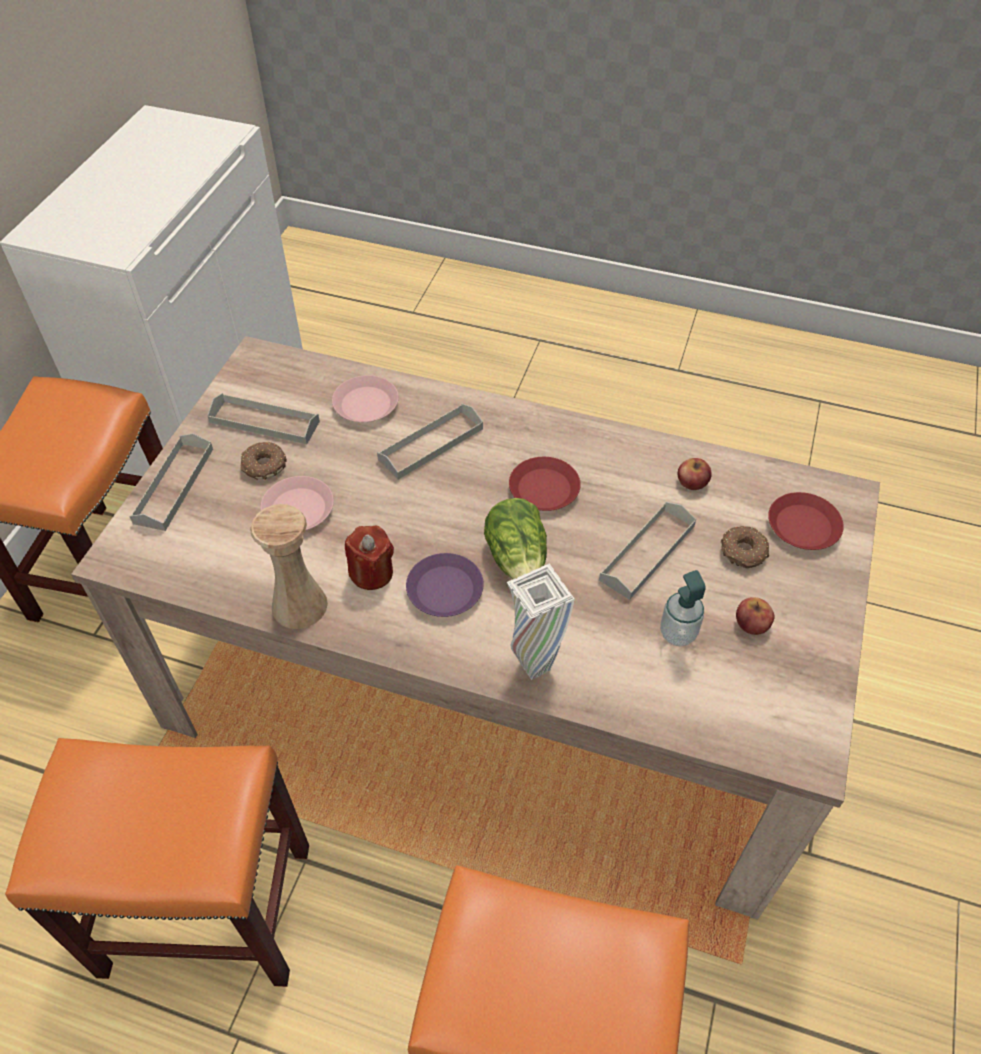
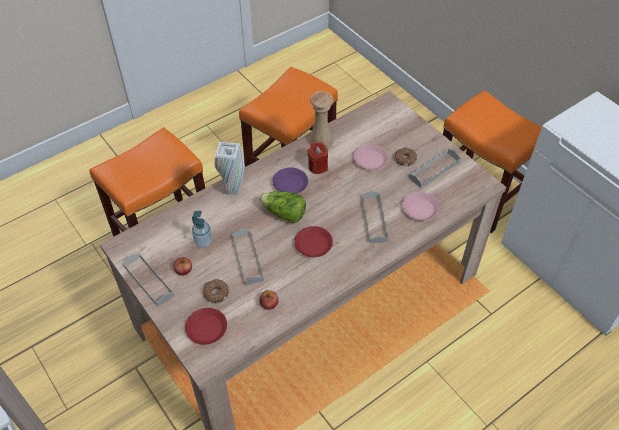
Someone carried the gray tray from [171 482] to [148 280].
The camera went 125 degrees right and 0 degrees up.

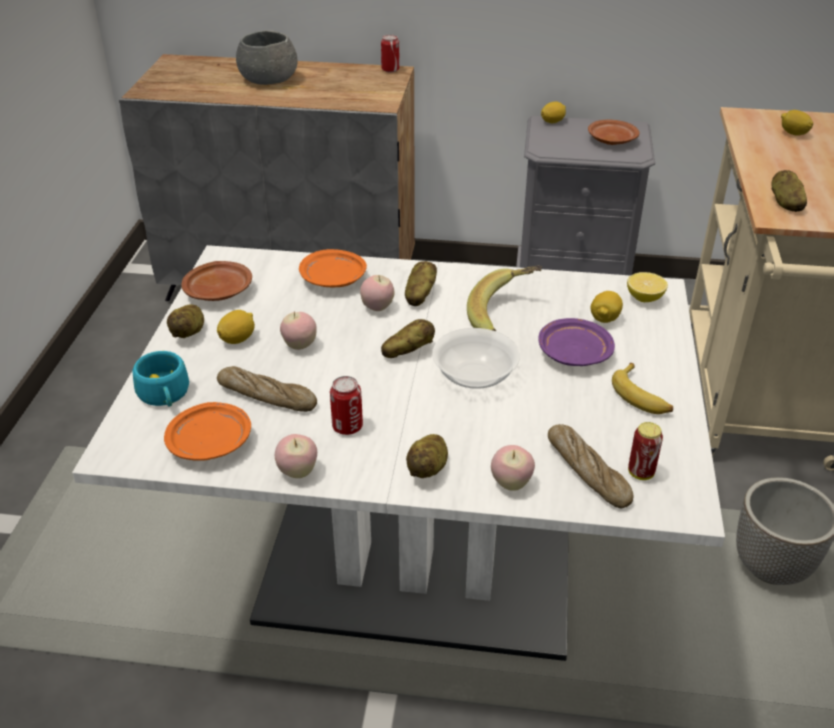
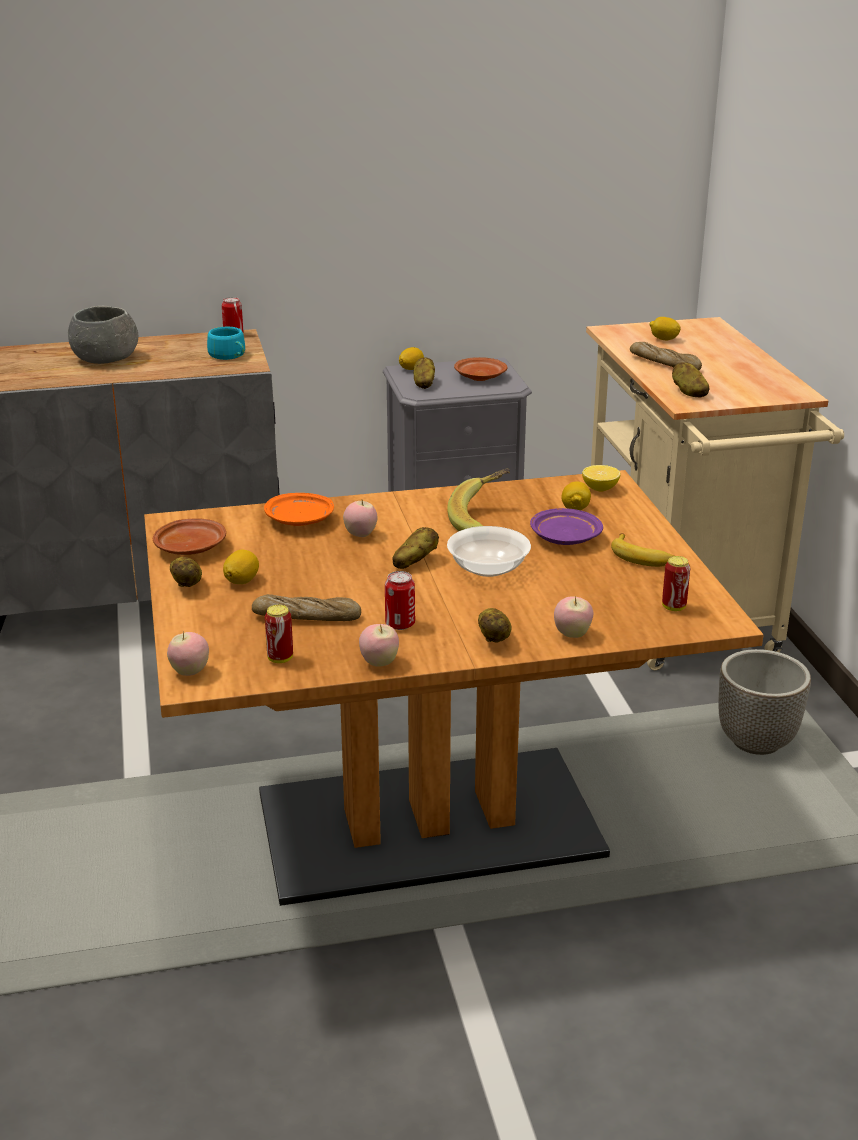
Someone repainted the white-coloured kitchen table at [398 453], which became the brown-coloured kitchen table at [454 688].
Someone carried the blue-green small cup from [160 379] to [226 343].
Someone swapped the orange plate at [207 431] for the metal can at [279 634].
Someone carried the whole apple from [298 331] to [188 653].
Someone carried the potato from [421 283] to [424 373].
Someone carried the bread from [590 466] to [666 356].
The camera went 20 degrees left and 10 degrees down.

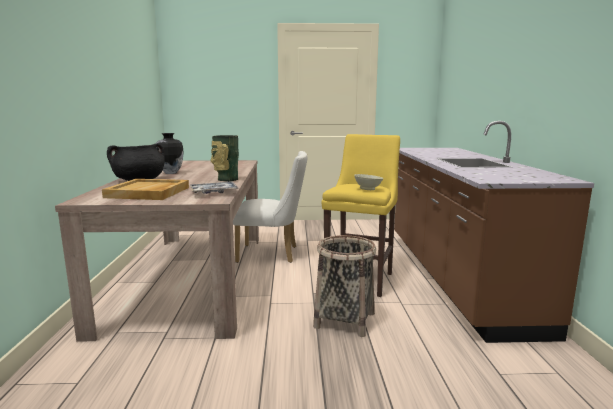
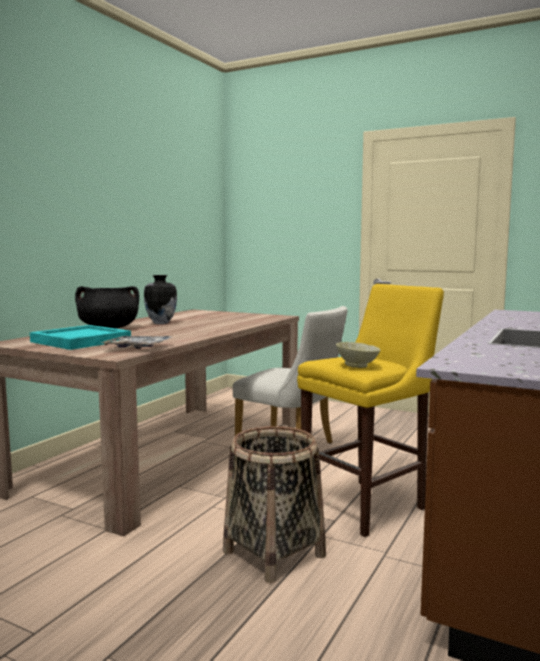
Someone repainted the beige-coloured tray at [145 189], which became the blue-green tray at [80 337].
Someone took away the decorative vase at [224 158].
The camera went 30 degrees right and 5 degrees down.

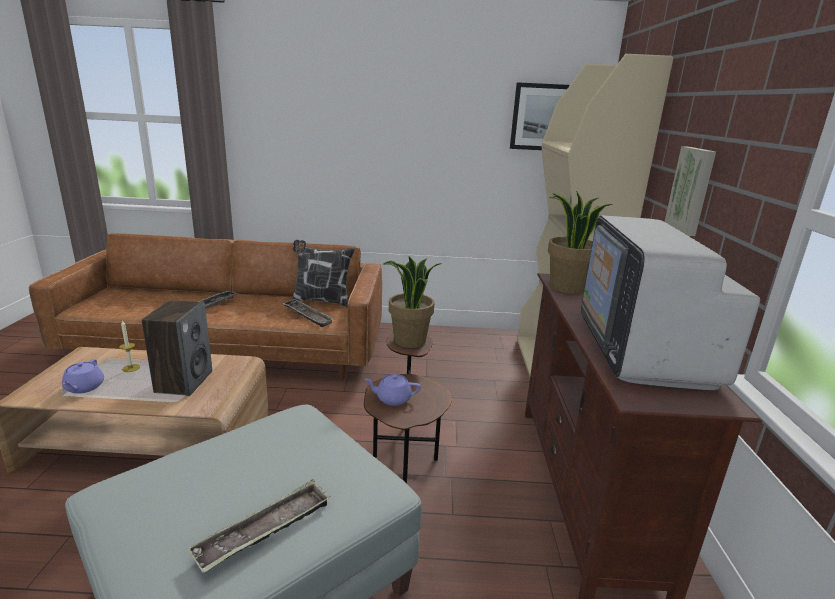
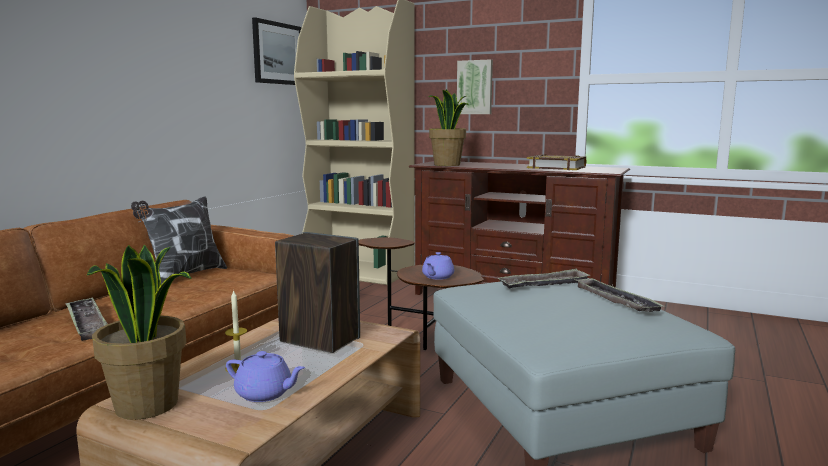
Someone carried the tray from [308 313] to [544 278].
Someone carried the potted plant from [412 302] to [139 332].
Someone swapped the TV at [670 302] for the volume at [556 162].
The camera went 65 degrees left and 10 degrees down.

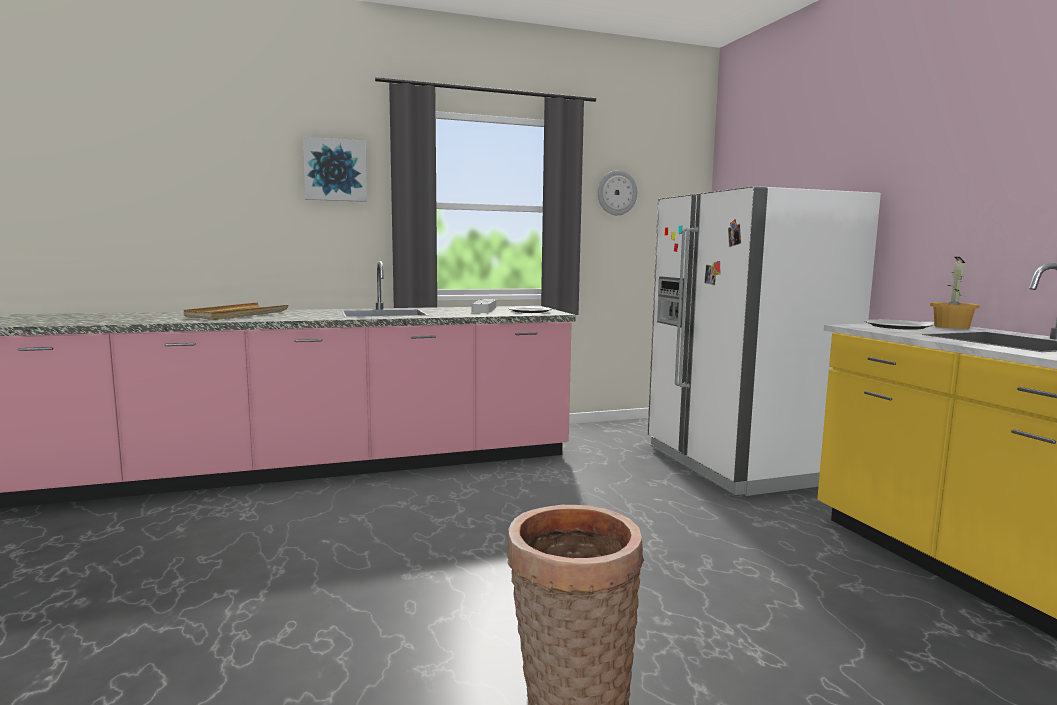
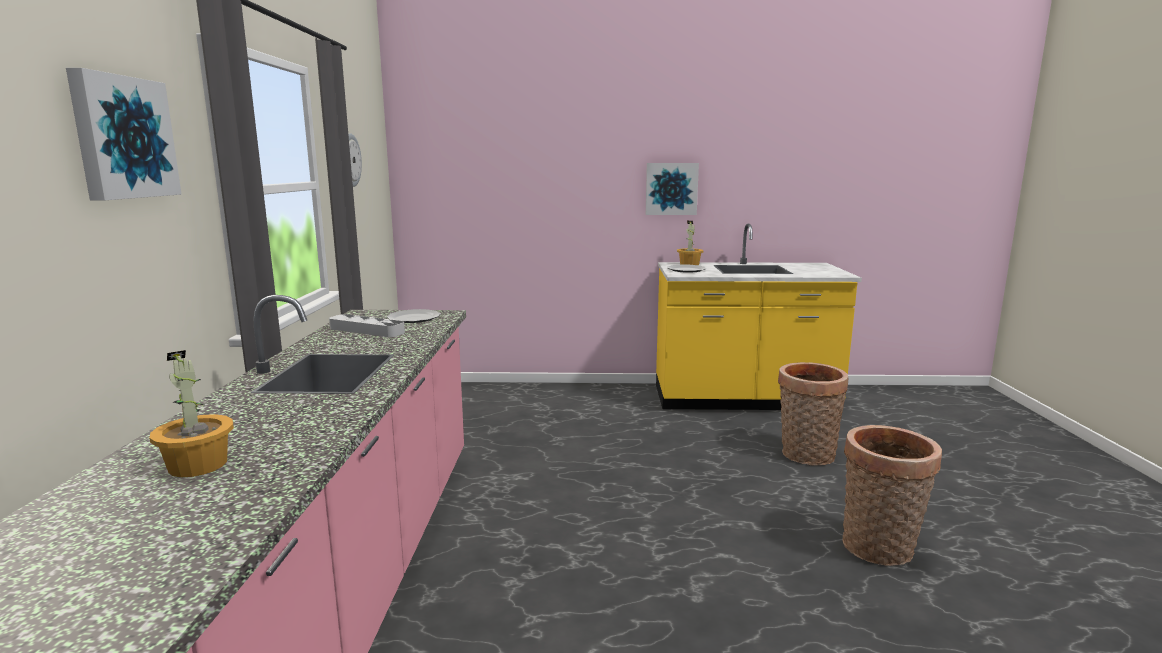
Someone swapped the beige-coloured tray at [236 311] for the potted plant at [192 413].
Someone took away the white-coloured kitchen fridge at [764 341].
Someone put up the wall picture at [672 189].
Someone put down the storage basket at [813 413].
The camera went 70 degrees left and 5 degrees up.

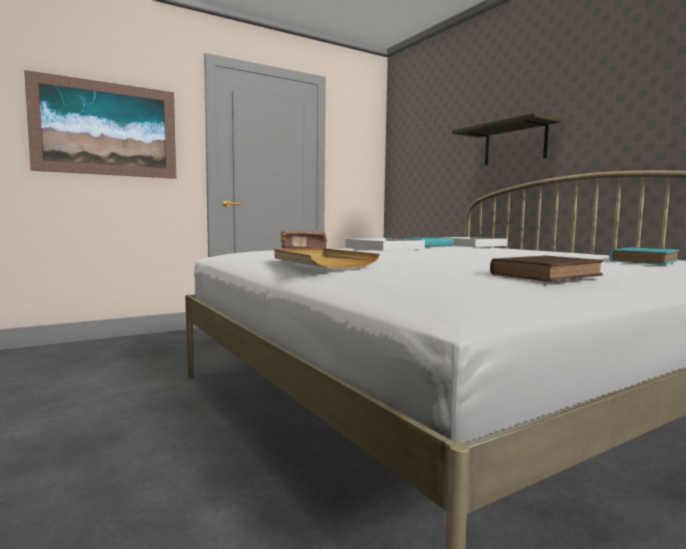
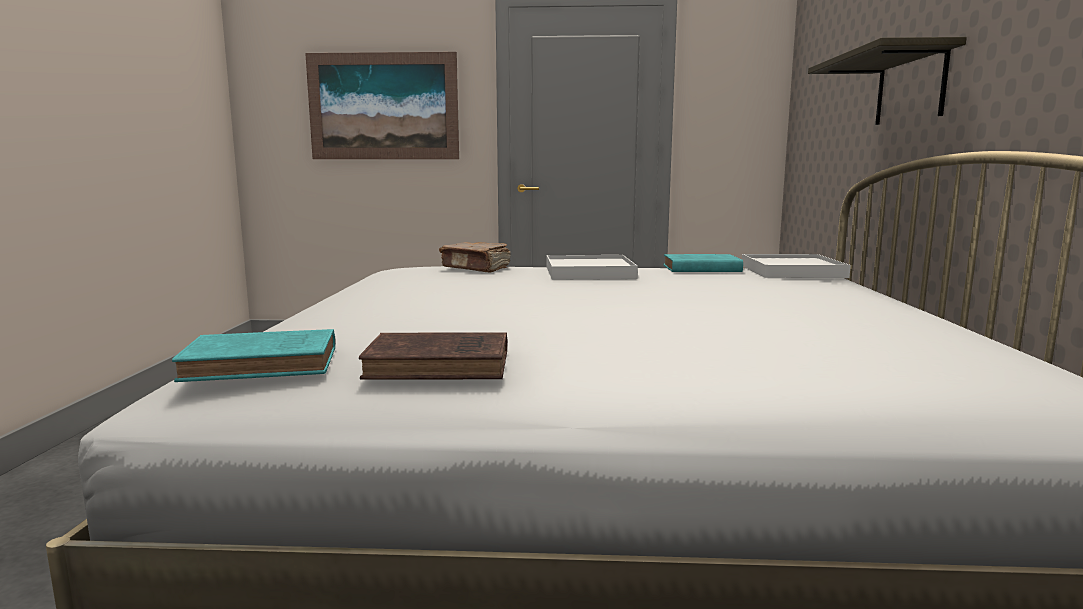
Someone took away the beige-coloured tray at [327 258].
Someone carried the blue-green volume from [644 256] to [253 355].
The camera went 35 degrees right and 5 degrees up.

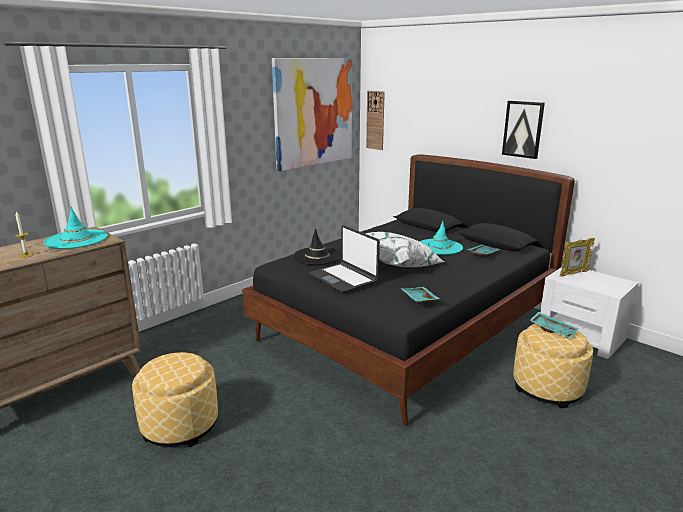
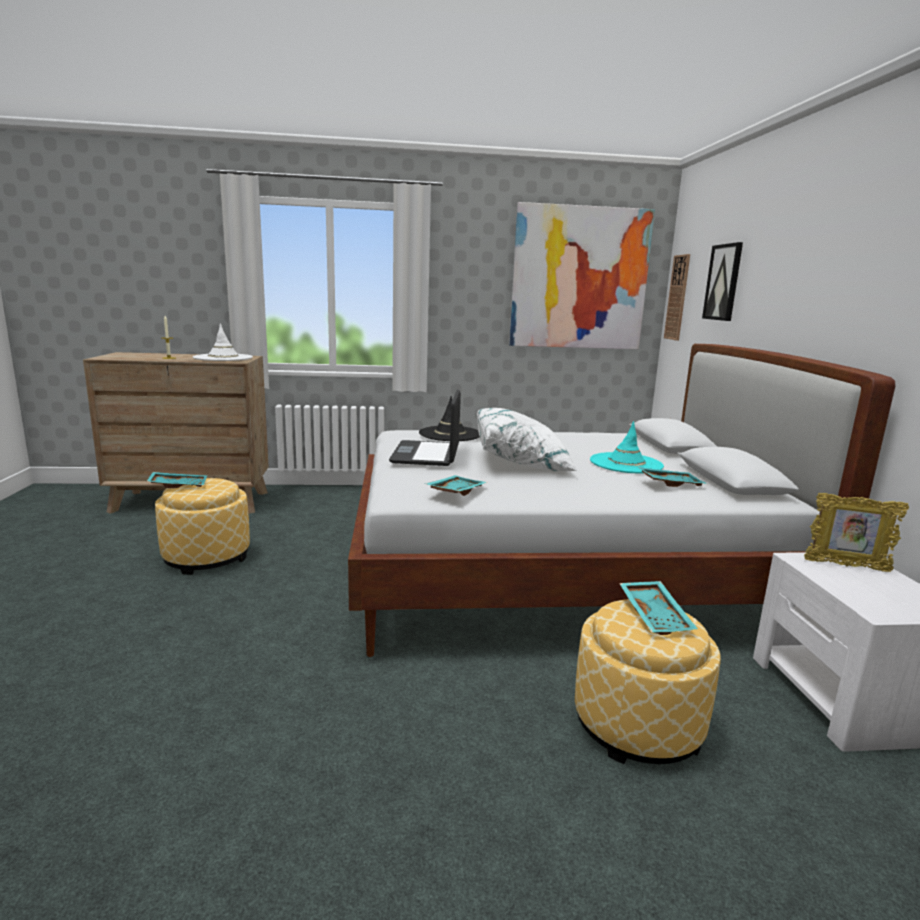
Someone repainted the blue-green hat at [75 227], which became the white-coloured hat at [223 342].
Someone repainted the black-coloured sleeping bed at [408 290], which became the white-coloured sleeping bed at [621 500].
Someone carried the wall picture from [523 130] to [722 281].
Someone put down the blue-green tray at [177 480].
The camera went 40 degrees right and 5 degrees down.

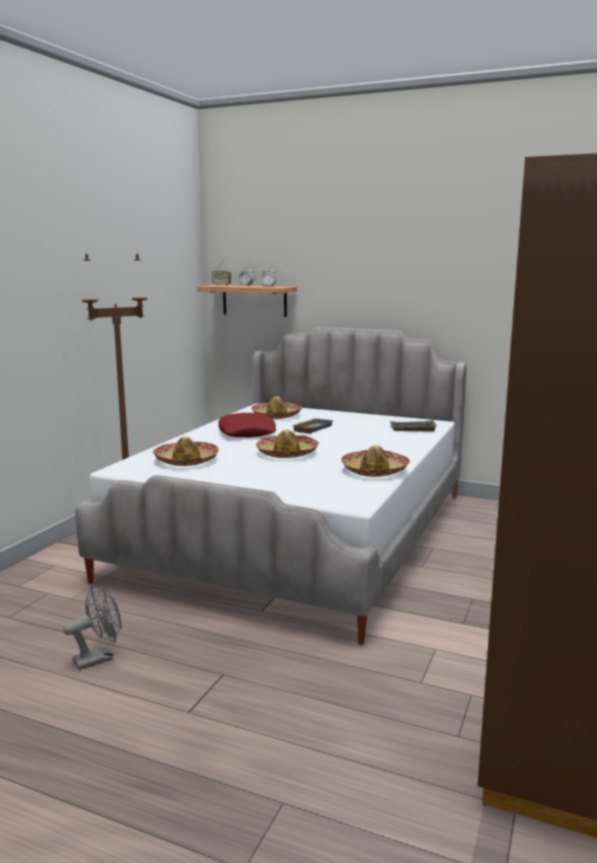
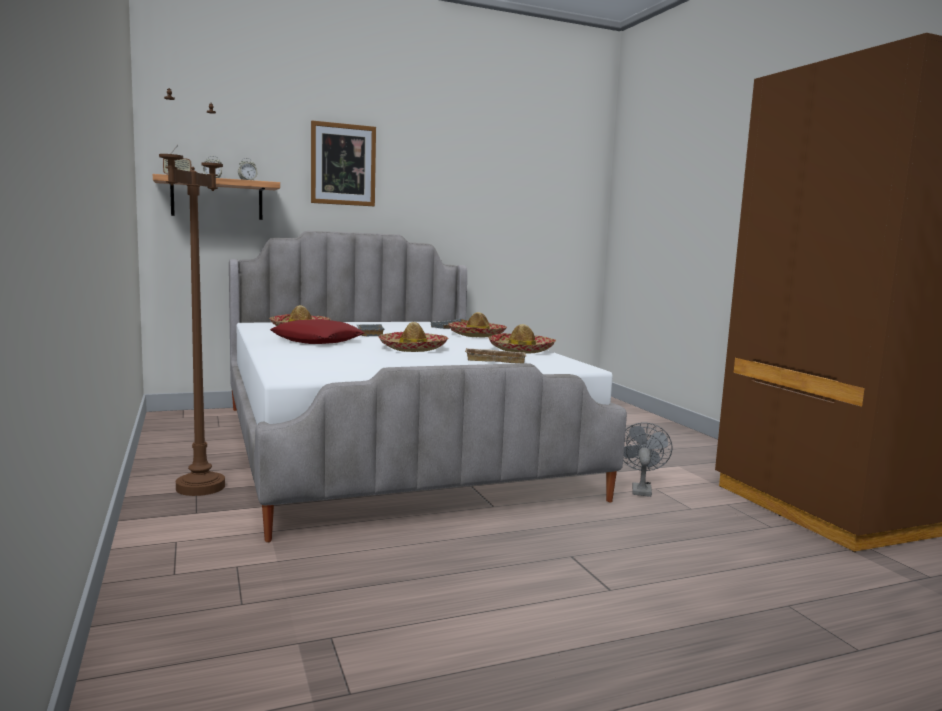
Someone carried the gray cooling fan from [92 628] to [647 460].
Someone carried the hat from [186 451] to [477 324].
Someone put up the wall picture at [343 163].
Someone put down the beige-coloured tray at [495 355].
The camera went 45 degrees left and 5 degrees down.

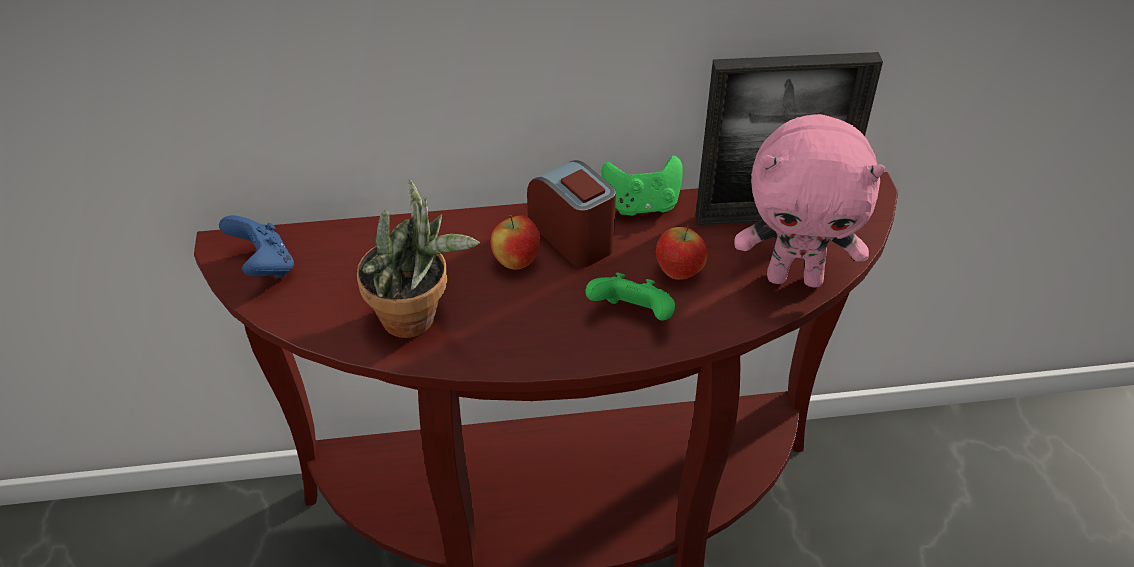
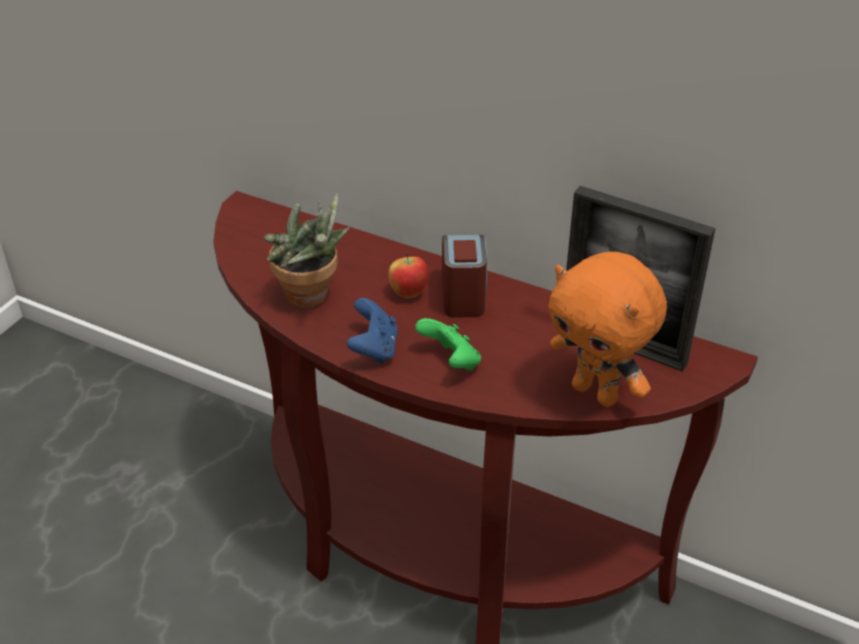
Someone carried the bluish gamepad from [256 246] to [372 331].
Someone took away the green-coloured gamepad at [642 186].
Someone took away the whole apple at [682 252].
Someone repainted the pink cuddly toy at [810 200], which became the orange cuddly toy at [608 329].
The camera went 35 degrees right and 5 degrees down.

